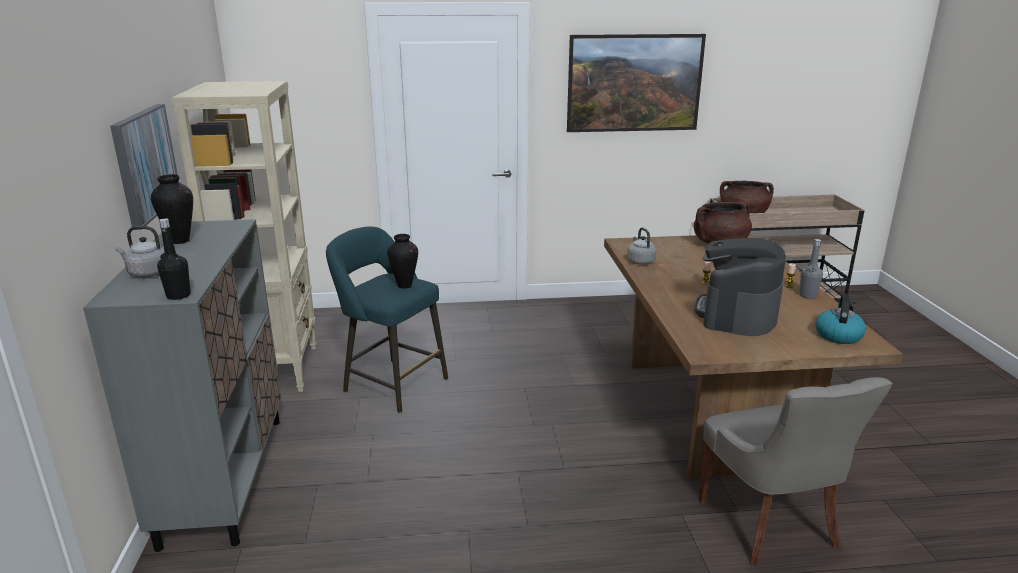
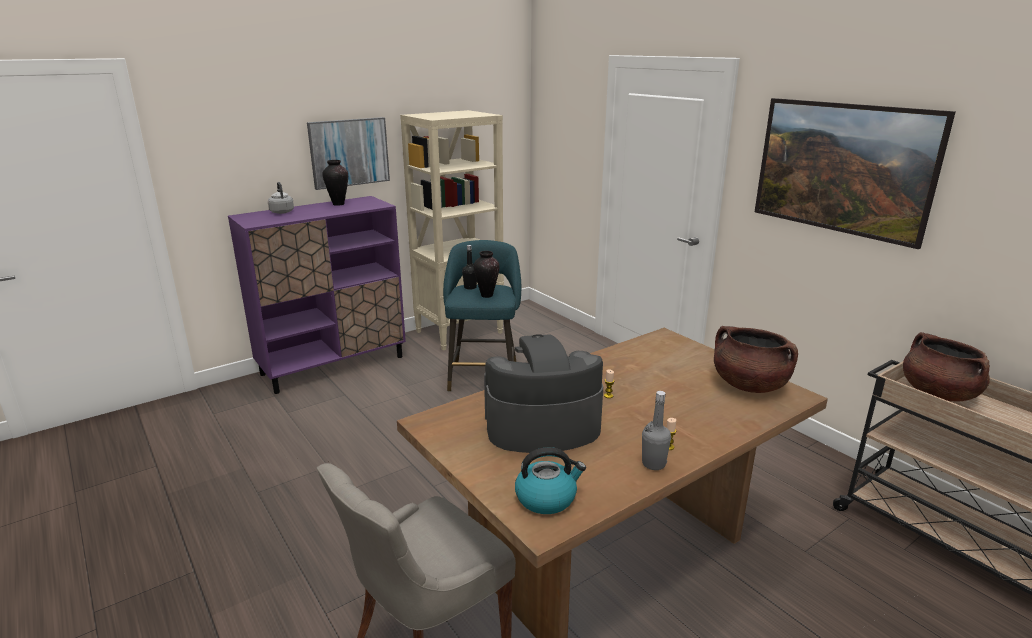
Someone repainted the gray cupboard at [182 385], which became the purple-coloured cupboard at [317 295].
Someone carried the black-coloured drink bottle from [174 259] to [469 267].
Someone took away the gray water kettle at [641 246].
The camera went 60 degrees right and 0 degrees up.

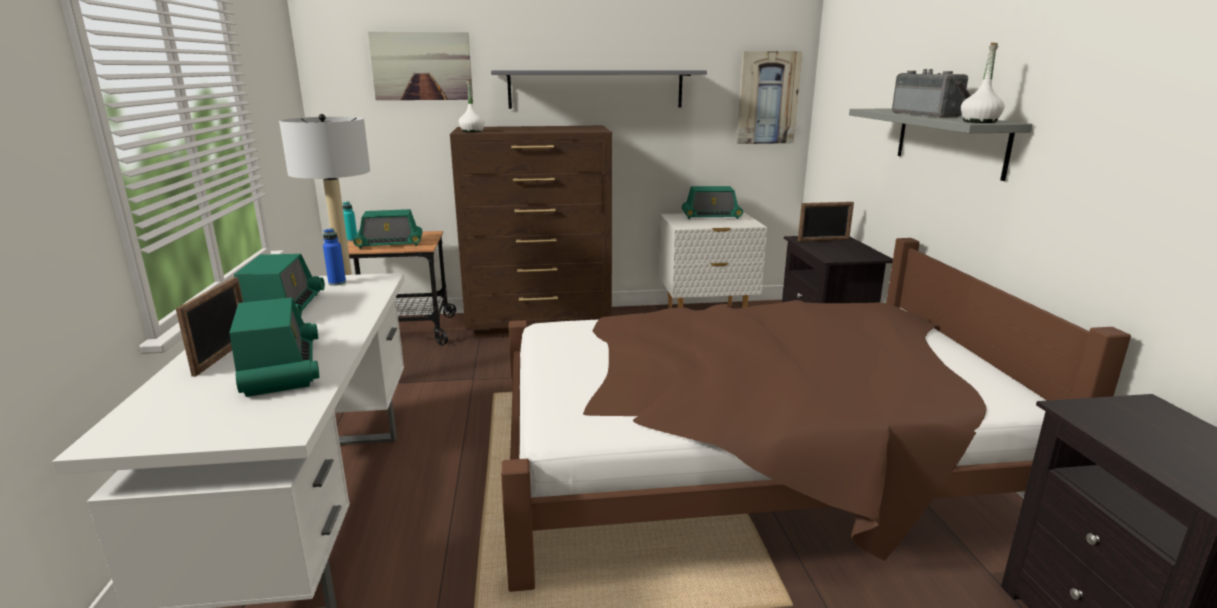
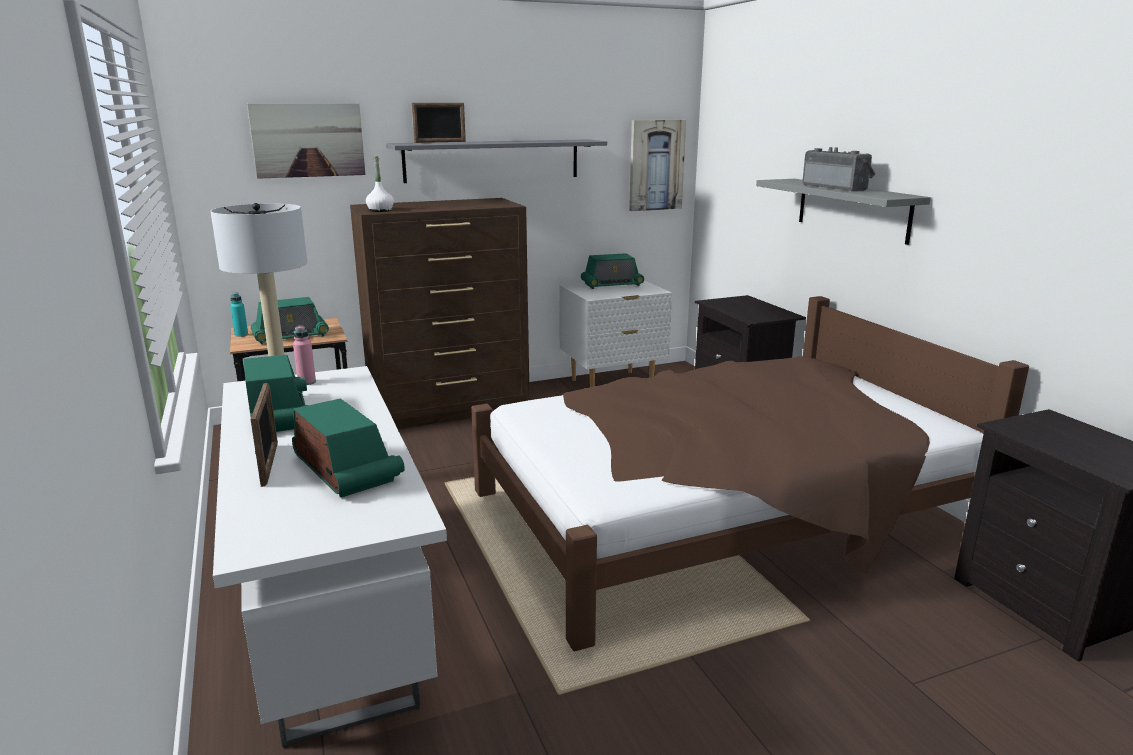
Someone repainted the bluish drink bottle at [334 257], which became the pink drink bottle at [304 355].
Someone carried the standing frame from [826 222] to [439 123].
Someone took away the white-coloured drink bottle at [983 82].
The camera went 15 degrees left and 0 degrees up.

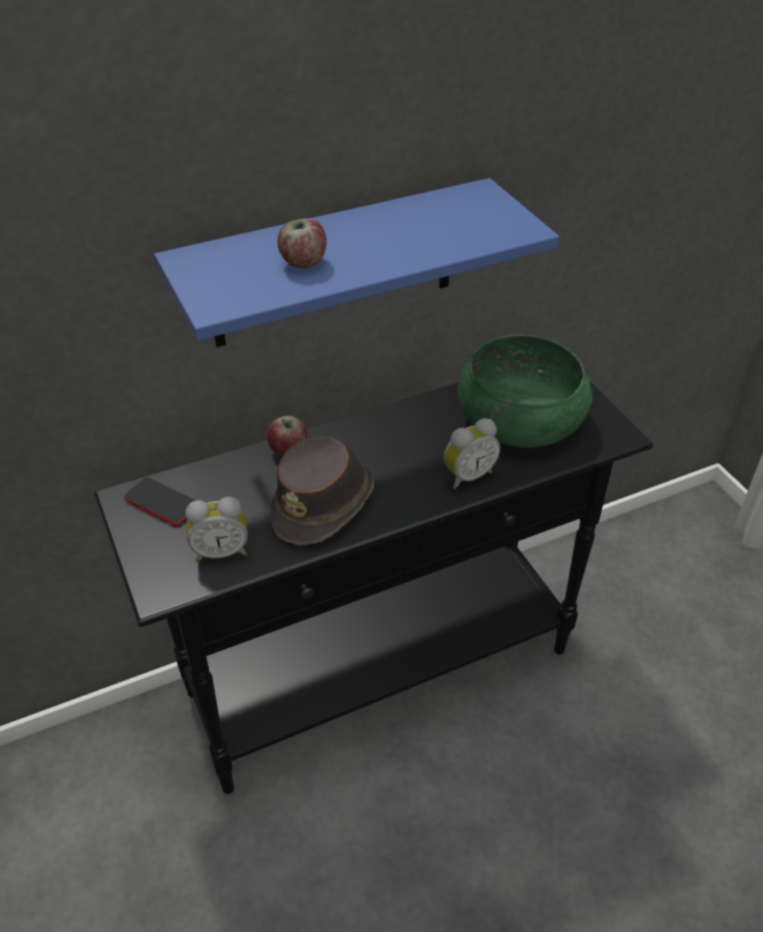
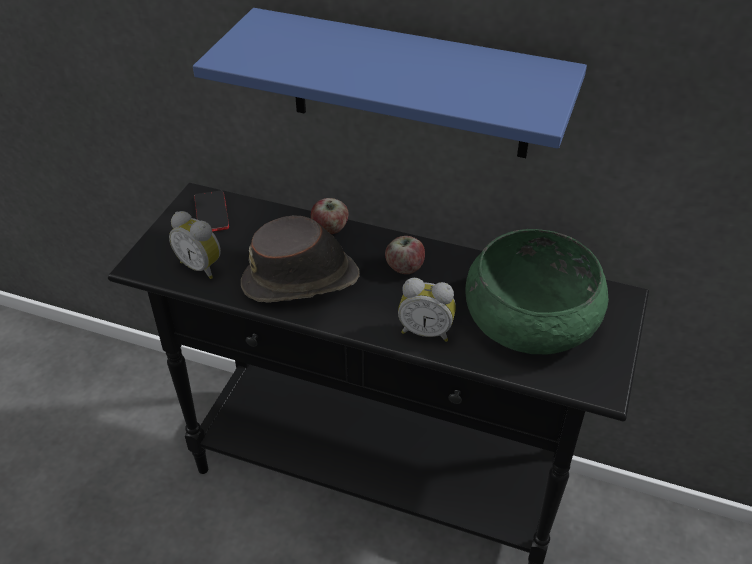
Someone carried the whole apple from [302 243] to [405 255].
The camera went 45 degrees right and 0 degrees up.

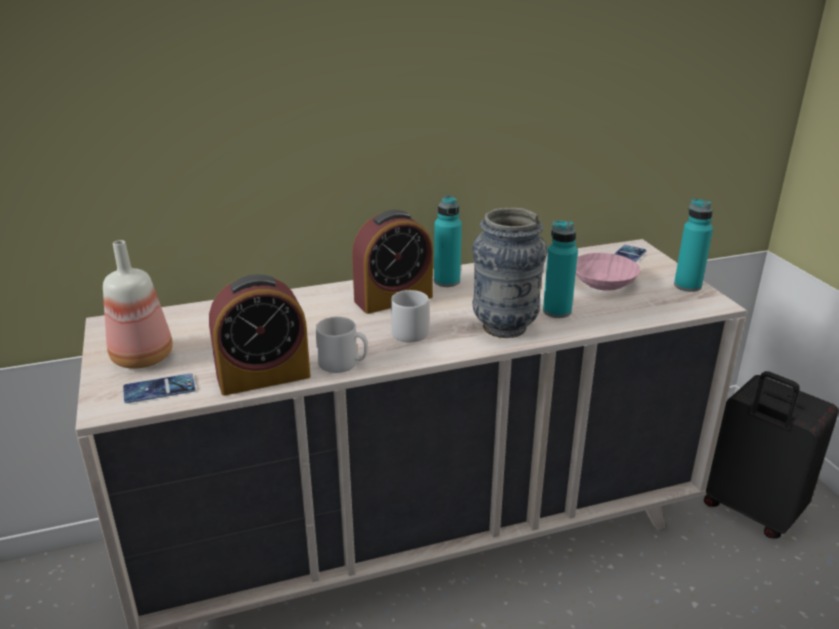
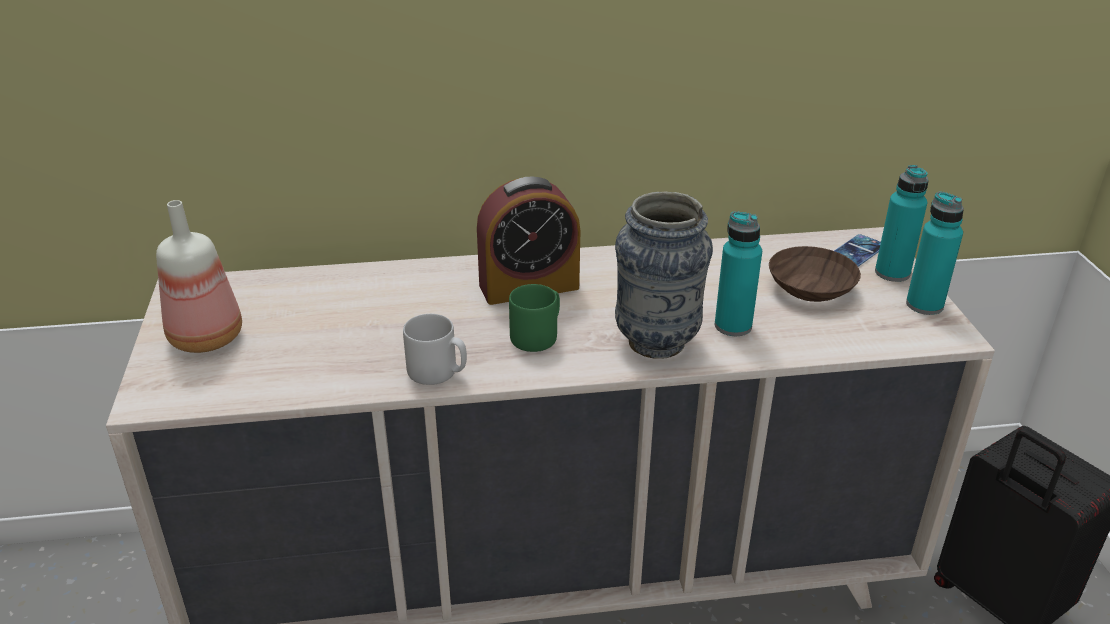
Someone took away the telephone at [159 388].
Someone took away the bedside clock at [260 334].
Someone repainted the gray tea mug at [410 316], which became the green-coloured tea mug at [534 318].
Someone carried the blue-green drink bottle from [448 241] to [902 223].
Someone repainted the pink deep dish at [608 272], which became the brown-coloured deep dish at [815 274].
The camera went 10 degrees right and 5 degrees up.

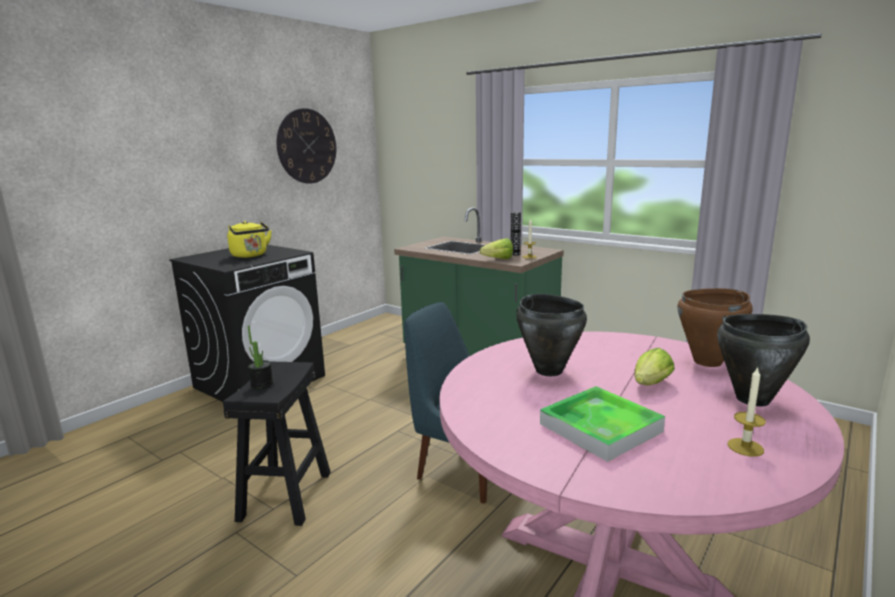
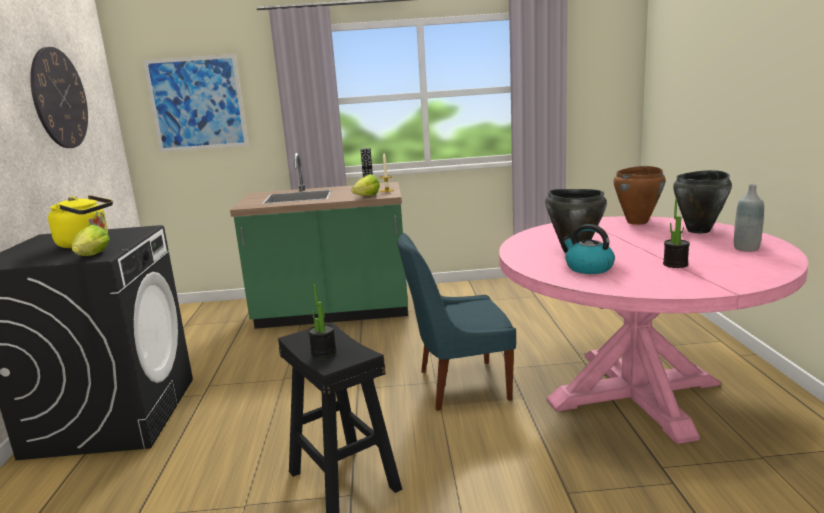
Someone swapped the tray at [602 424] for the potted plant at [676 233].
Someone carried the head of lettuce from [654 367] to [91 240].
Someone swapped the wax candle at [747 411] for the gray drink bottle at [749 218].
Someone put up the wall picture at [195 103].
Someone put down the water kettle at [588 249].
The camera went 40 degrees left and 0 degrees up.

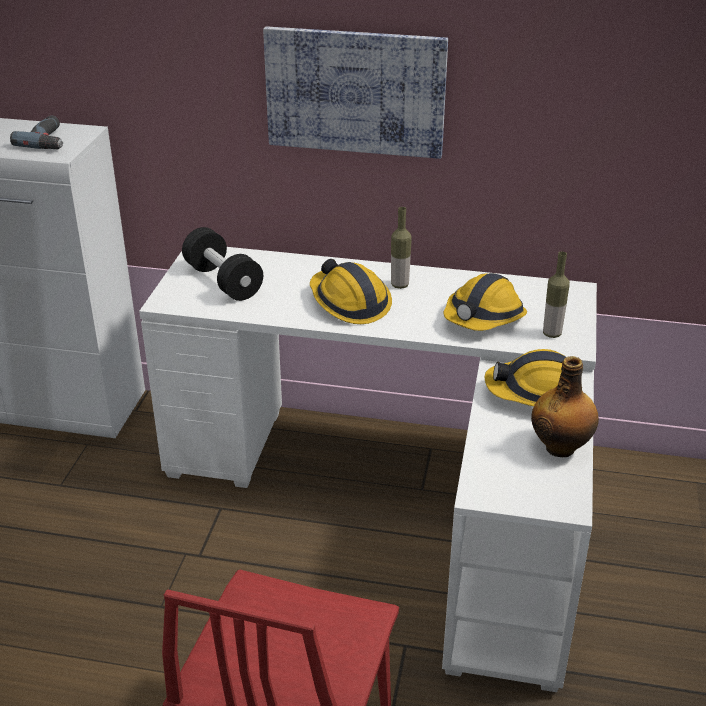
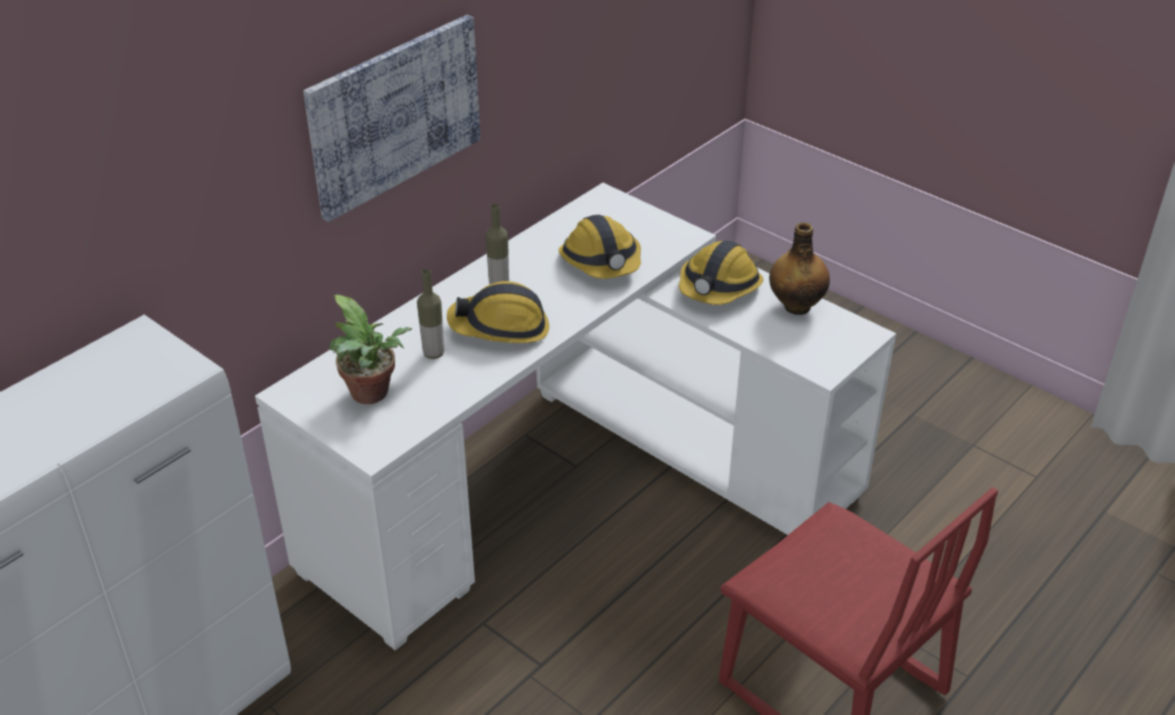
Someone took away the power drill at [37 132].
Someone swapped the black-coloured hand weight at [222 264] for the potted plant at [370 349].
Someone carried the drink bottle from [556 294] to [430 314].
The camera went 60 degrees left and 5 degrees up.

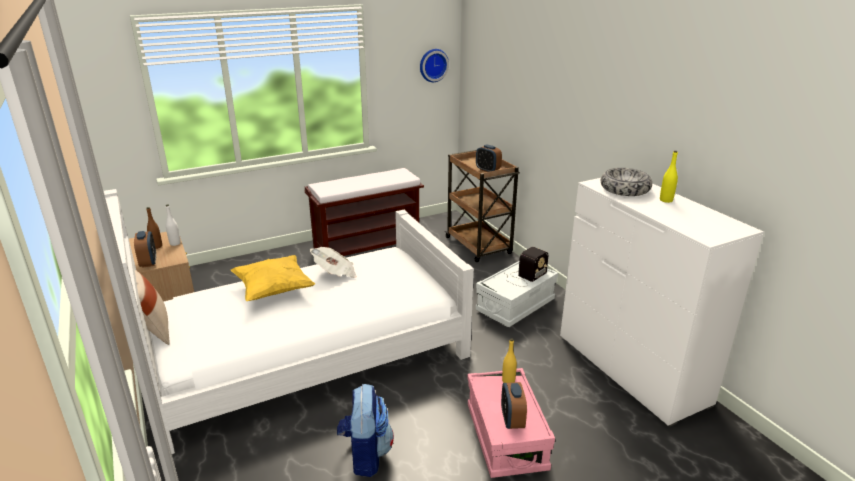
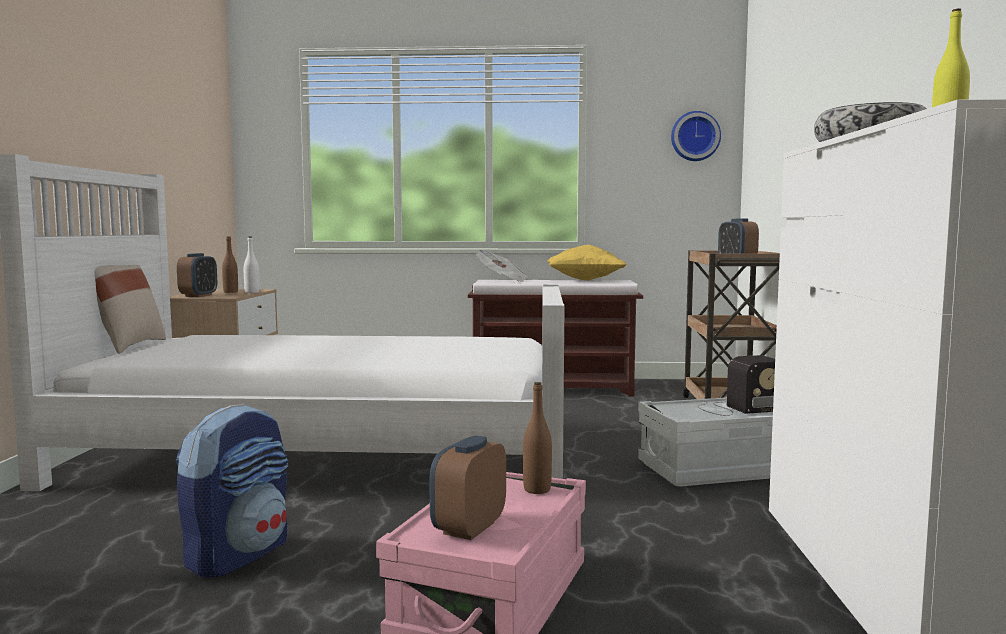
Someone carried the yellow-coloured cushion from [273 278] to [587 263].
Someone carried the printed paper from [333 262] to [502 266].
Someone repainted the yellow-coloured drink bottle at [509 360], which became the brown-coloured drink bottle at [537 438].
The camera went 30 degrees right and 20 degrees down.

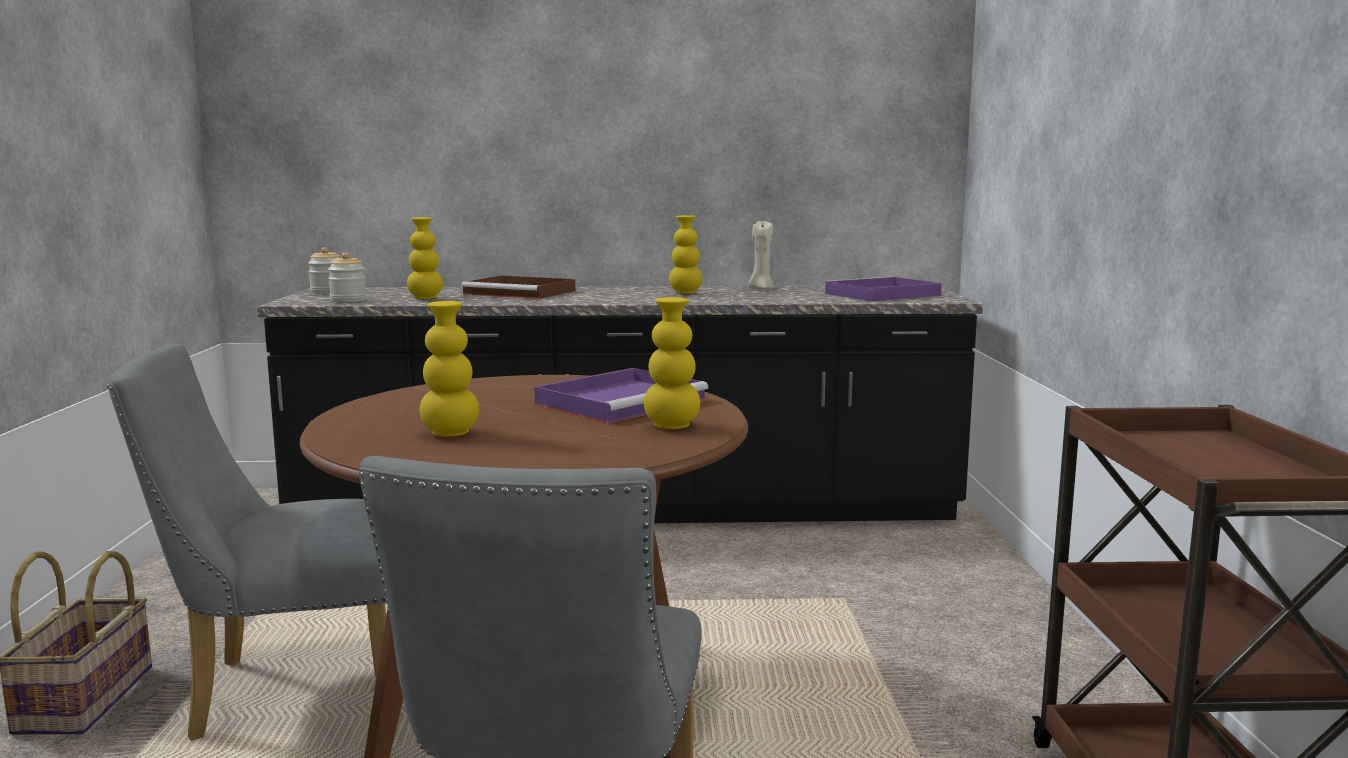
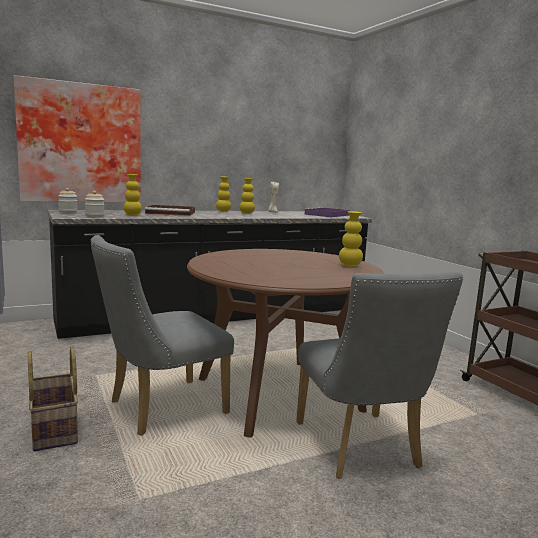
Someone carried the yellow-coloured decorative vase from [449 369] to [223 194].
Someone took away the purple-coloured tray at [621 396].
Someone put up the wall picture at [77 139].
The camera went 25 degrees left and 0 degrees up.

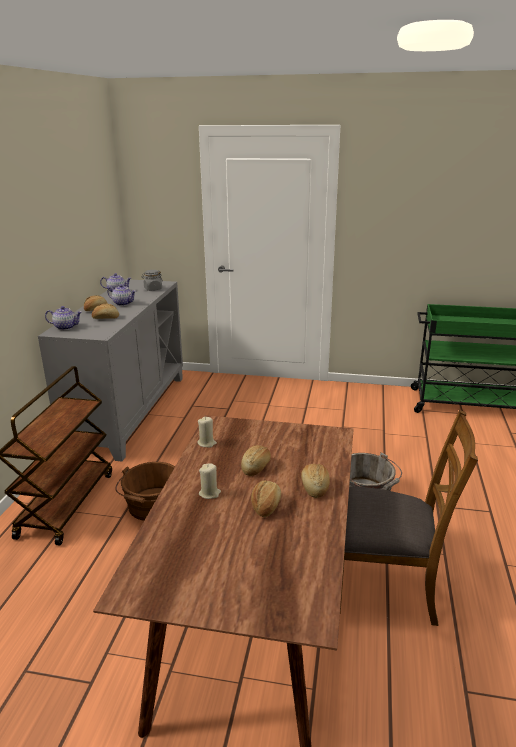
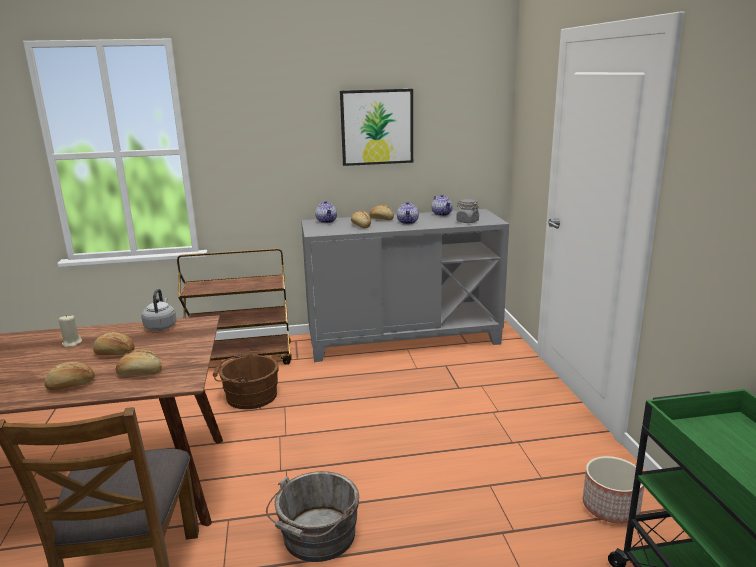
Someone swapped the beige-coloured wax candle at [207 432] for the gray water kettle at [159 310].
Someone carried the bread from [266 498] to [139 362].
Someone put up the wall picture at [376 127].
Someone put down the plant pot at [613 490].
The camera went 70 degrees right and 5 degrees down.

